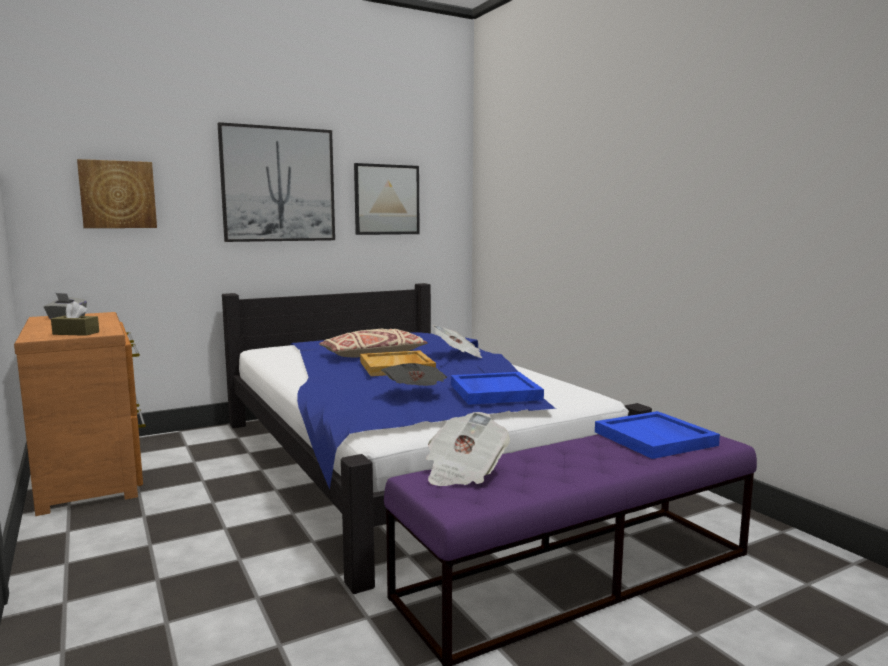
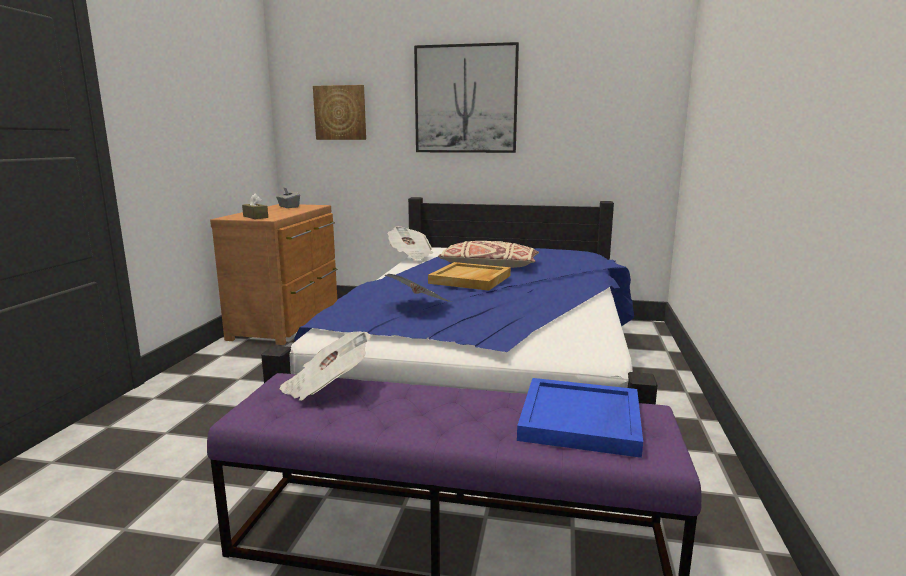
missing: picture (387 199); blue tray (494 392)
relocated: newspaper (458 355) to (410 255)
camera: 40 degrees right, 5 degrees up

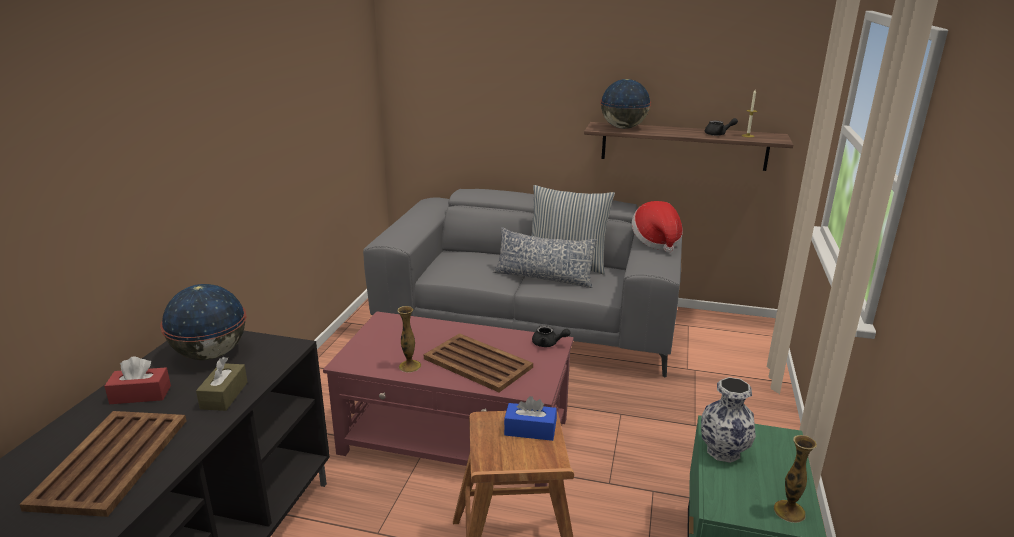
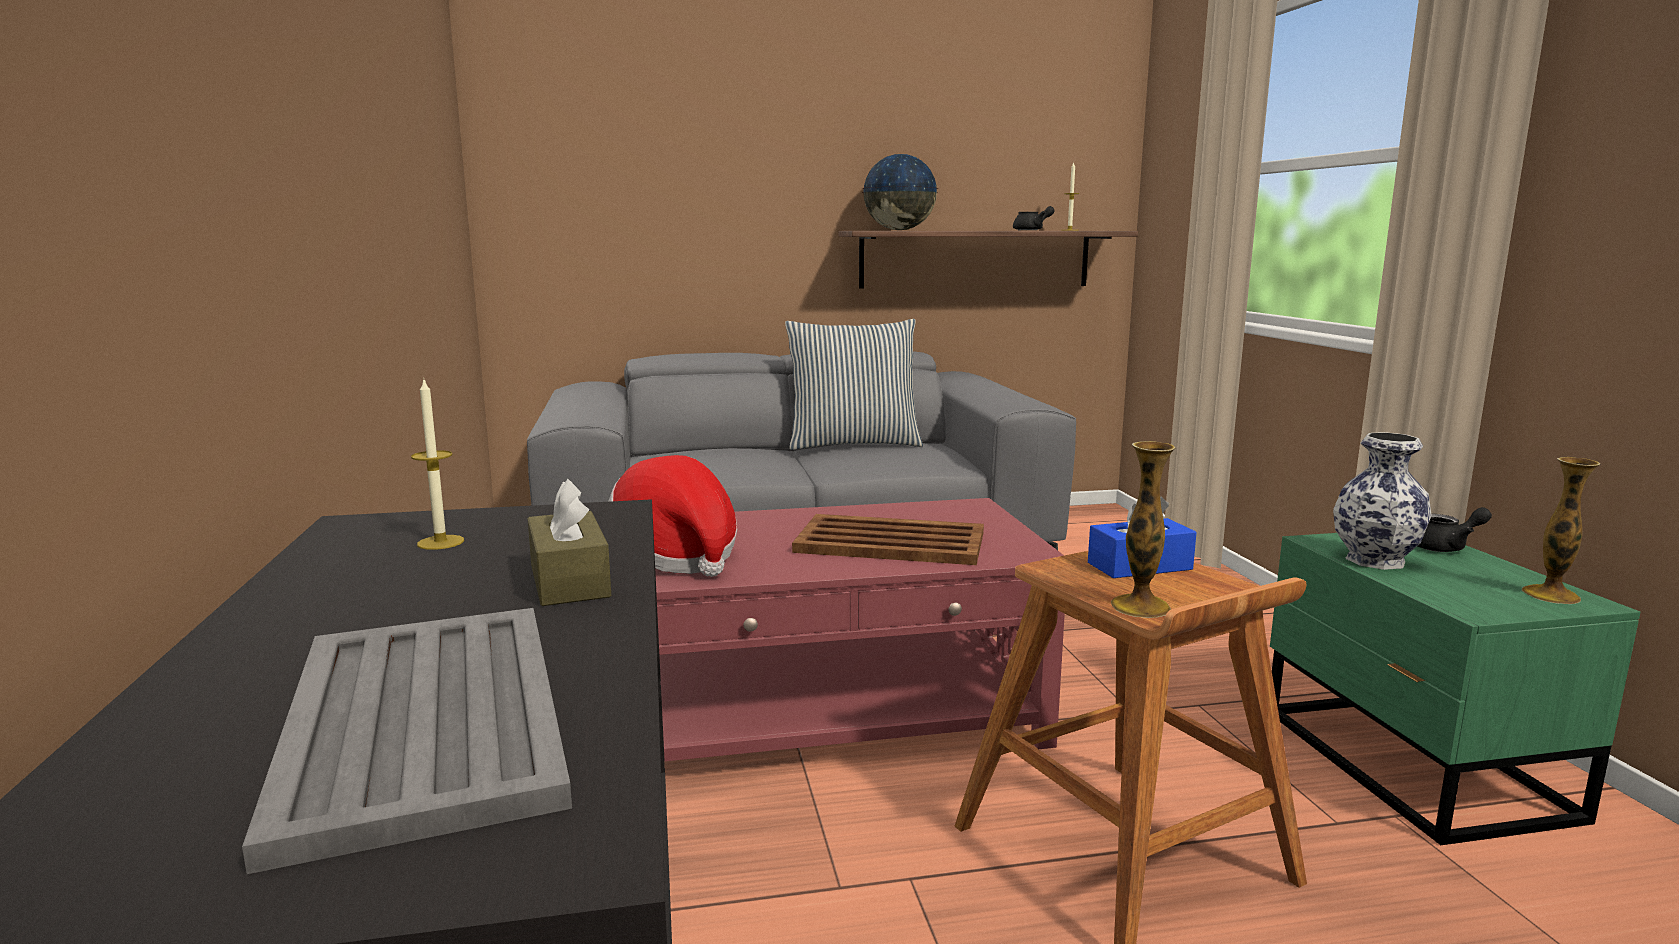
missing: red tissue box (140 394); pillow (543 277)
relocated: hat (656 241) to (676 557); vase (410 366) to (1140 606); black teapot (548 344) to (1445 547)
exchanged: globe (210 355) to candle (440 542)
colour: brown tray (110 463) to grey tray (423 722)
camera: 25 degrees left, 10 degrees down

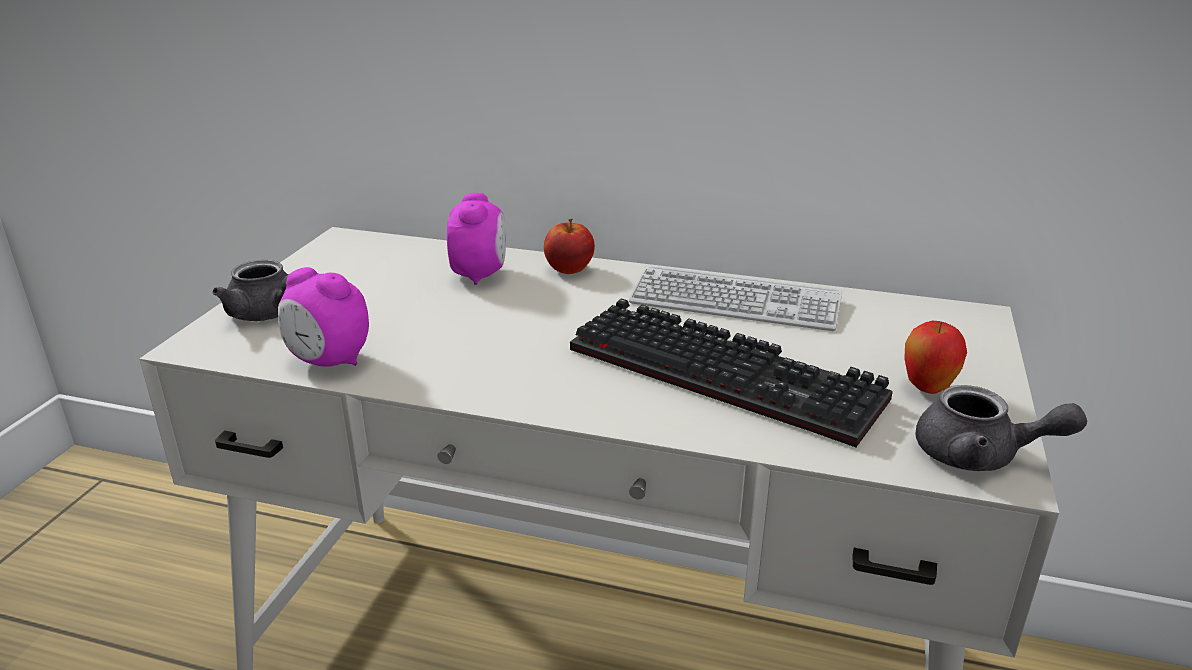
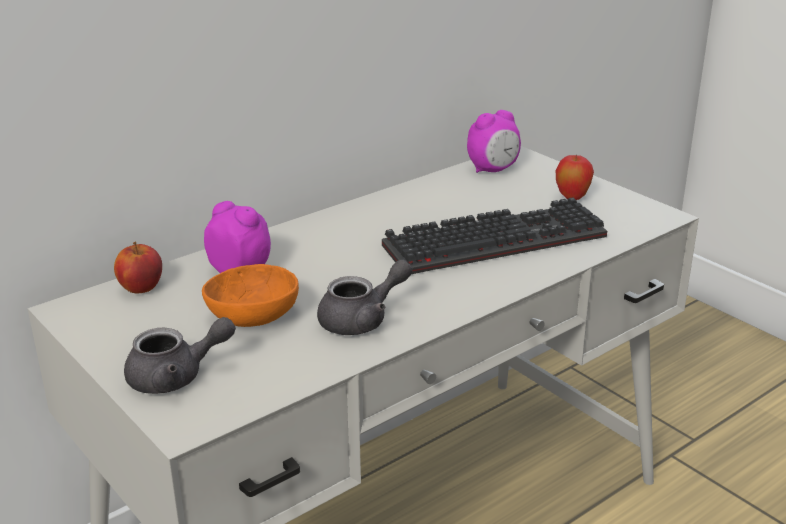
missing: keyboard (735 301)
appeared: orange bowl (251 317)
relocated: apple (569 269) to (141 288); grey teapot (980 456) to (362 320); alarm clock (329 361) to (493 170)
camera: 55 degrees left, 0 degrees up

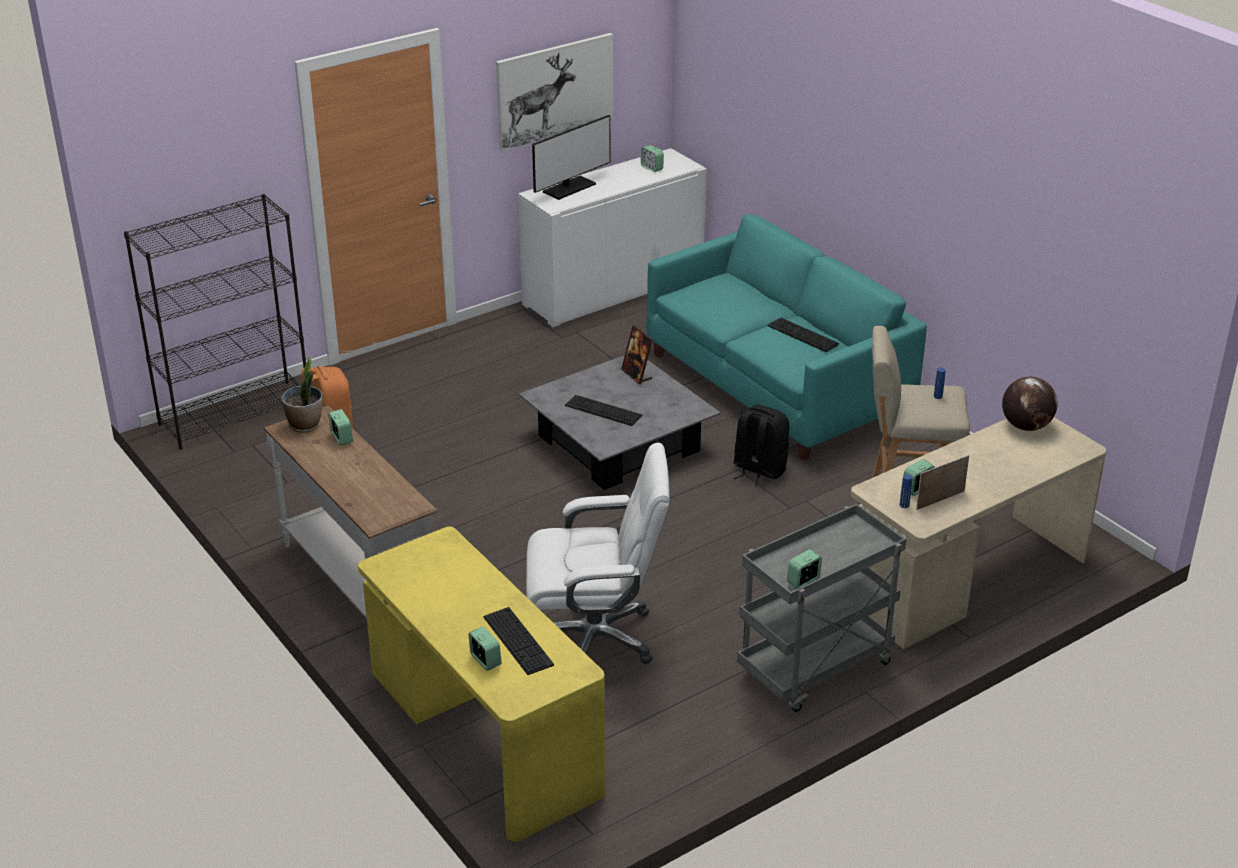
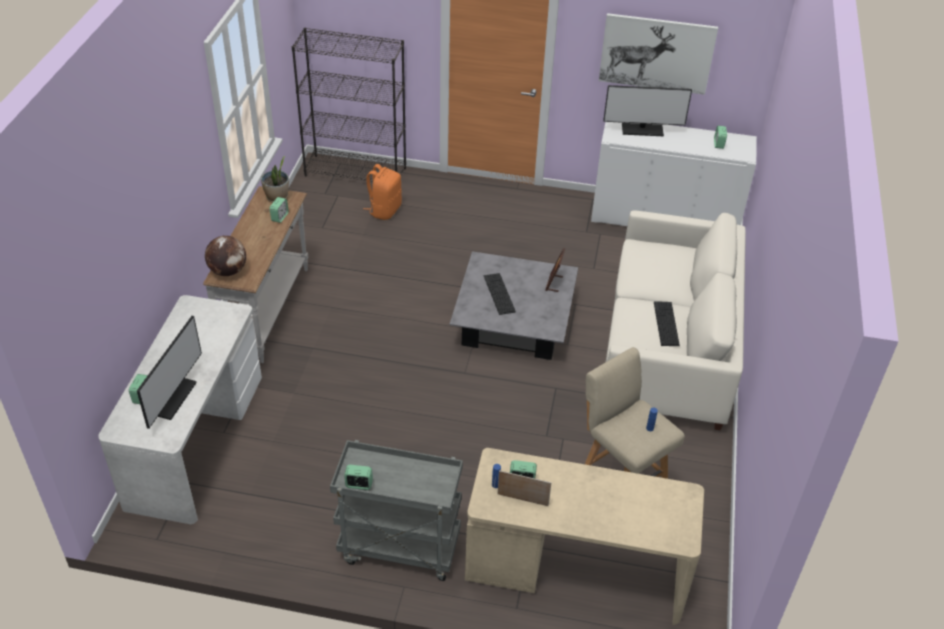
missing: white office chair (595 638); black backpack (758 470)
relocated: globe (1026 426) to (228 271)
exchanged: keyboard (518 641) to monitor (172 398)
colour: yellow desk (482 734) to white desk (195 440); turquoise sofa (778 385) to white sofa (668 349)
camera: 45 degrees right, 10 degrees up

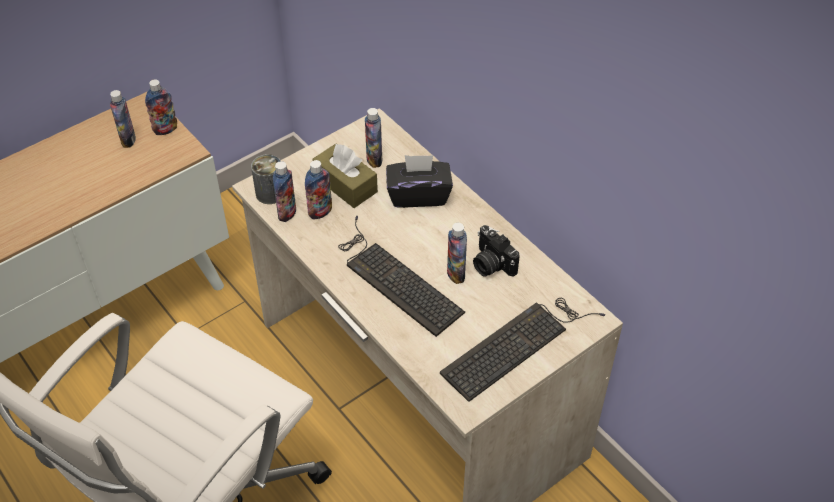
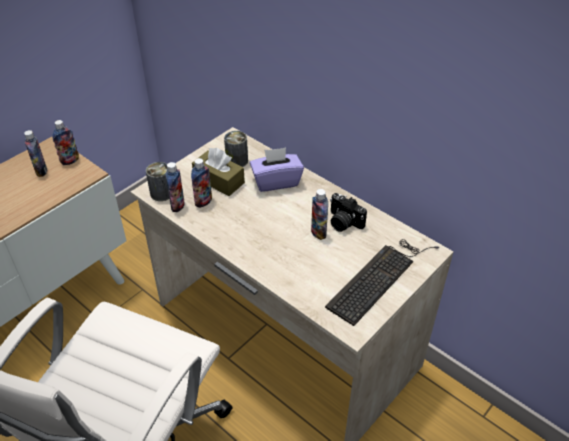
missing: keyboard (394 278)
exchanged: bottle (374 159) to can (237 161)
colour: black tissue box (418 195) to purple tissue box (276 181)
camera: 10 degrees left, 5 degrees down

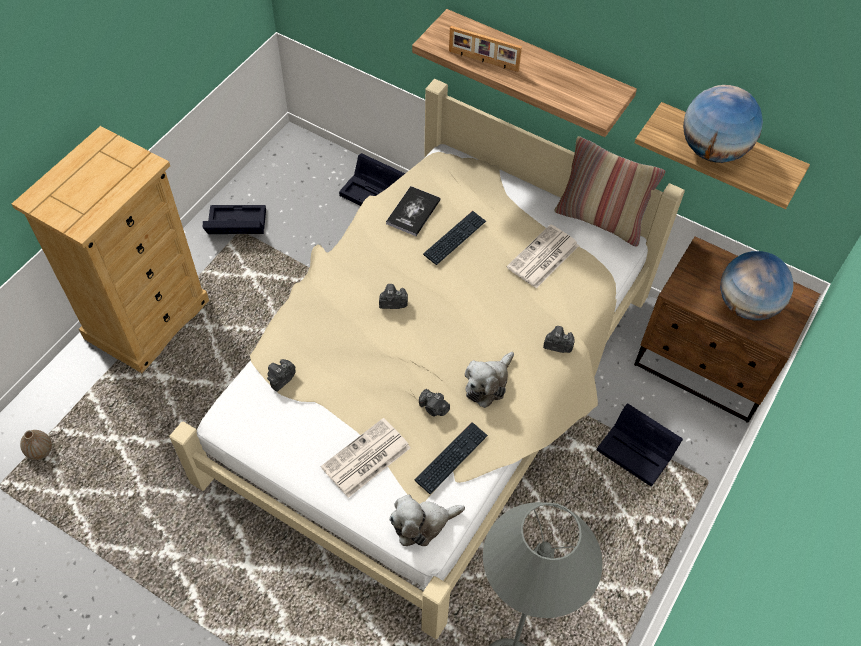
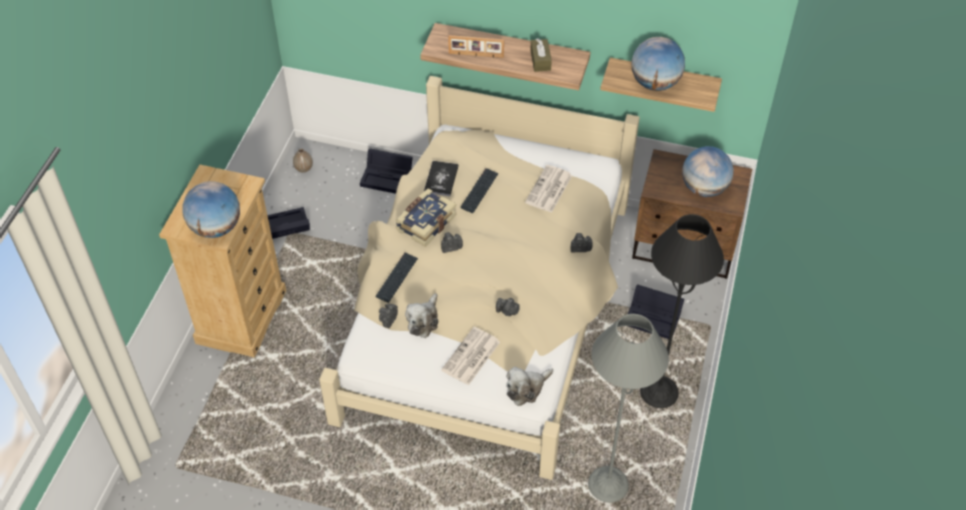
missing: pillow (600 220)
appeared: globe (216 228); book (425 223); brown tissue box (540 60); black floor lamp (659 392)
relocated: vase (40 451) to (304 168); keyboard (451 458) to (397 278); plush toy (488 383) to (423 320)
camera: 15 degrees left, 5 degrees down

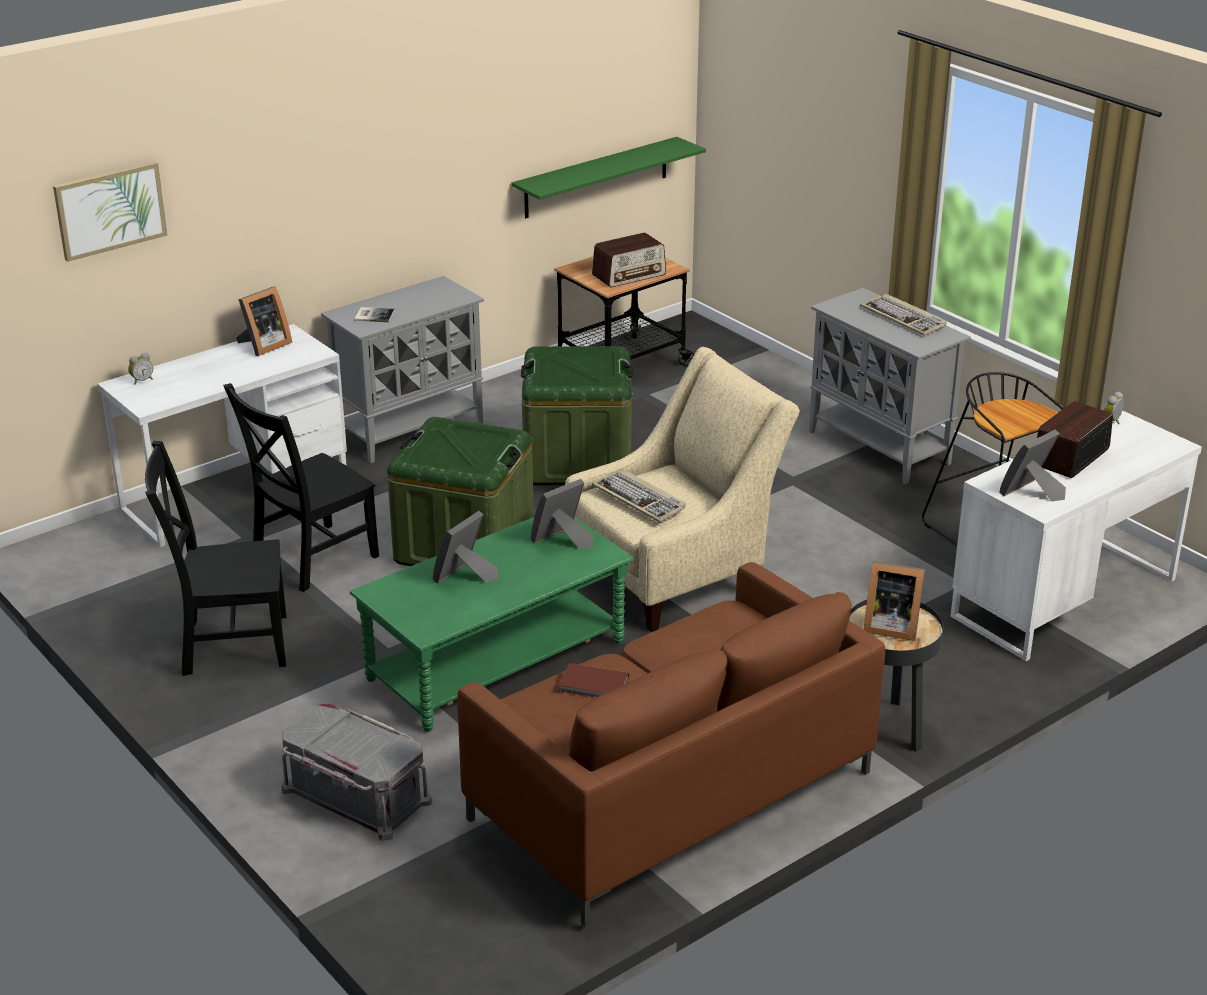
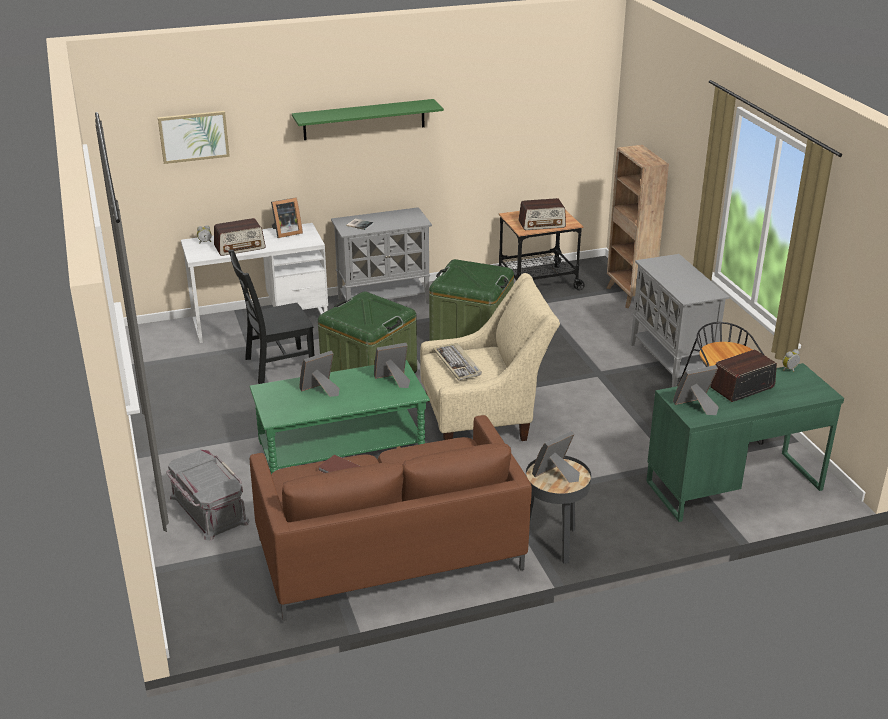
missing: black chair (229 644); keyboard (904 318)
appeared: radio (240 247); brown bookcase (629 296)
relocated: green shelf (596 178) to (364 119)
colour: white desk (1063 597) to green desk (733 485)
spun: picture frame (890 626) = (556 475) 105 degrees clockwise
camera: 20 degrees right, 0 degrees up

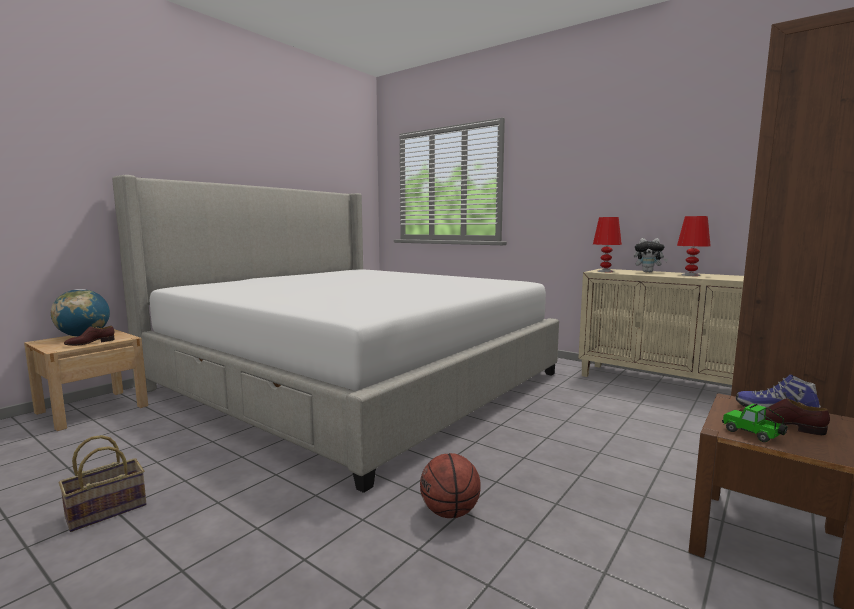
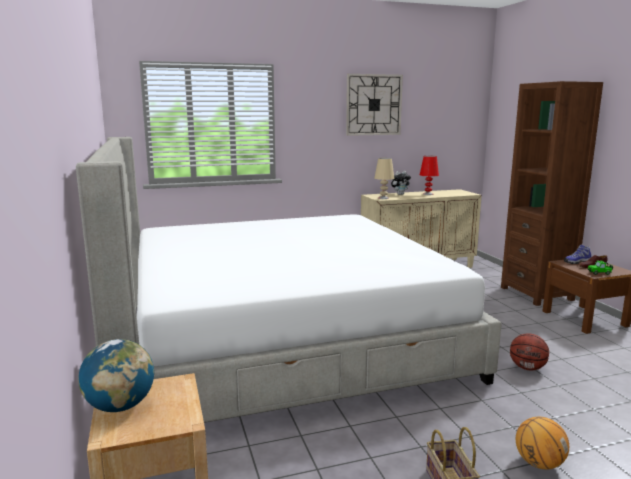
missing: brown shoe (90 343)
appeared: wall clock (373 105); basketball (539 463)
colour: red table lamp (605 271) to beige table lamp (383 198)
camera: 55 degrees left, 5 degrees up

